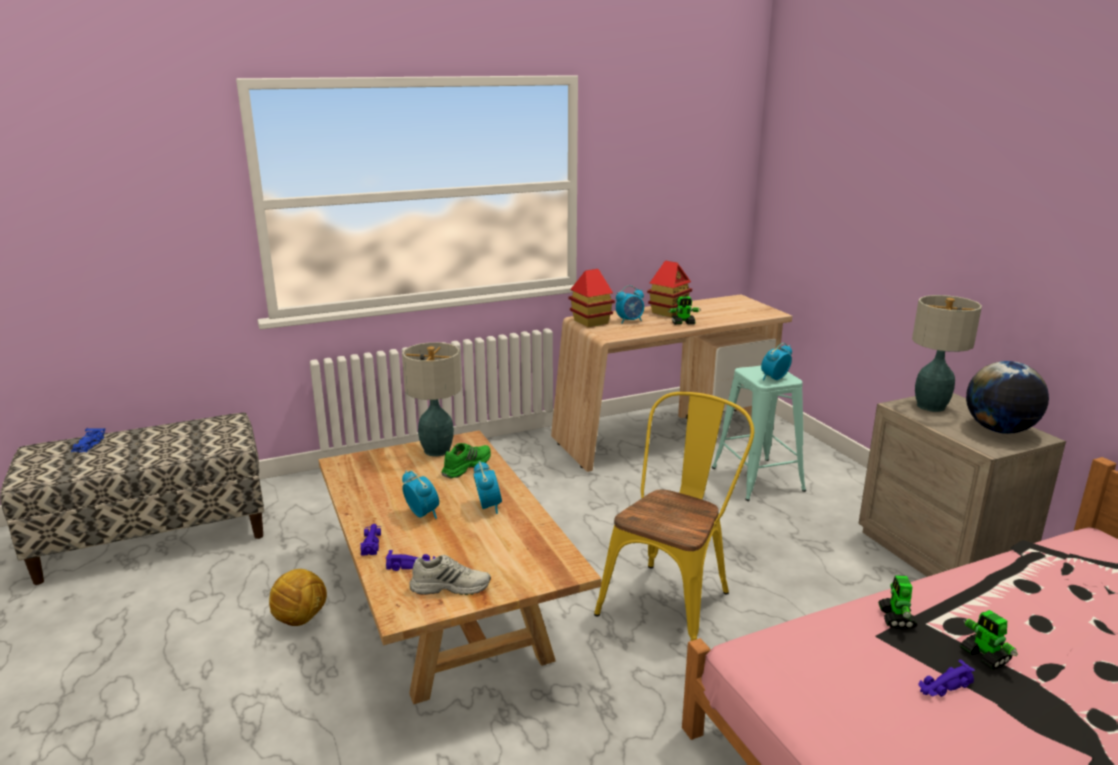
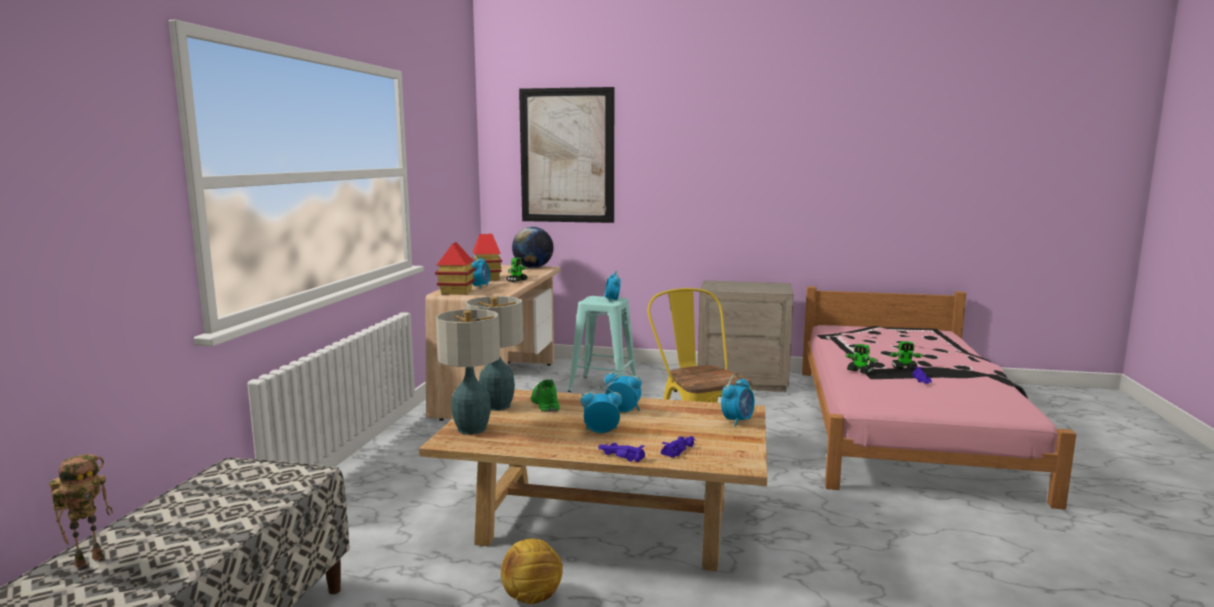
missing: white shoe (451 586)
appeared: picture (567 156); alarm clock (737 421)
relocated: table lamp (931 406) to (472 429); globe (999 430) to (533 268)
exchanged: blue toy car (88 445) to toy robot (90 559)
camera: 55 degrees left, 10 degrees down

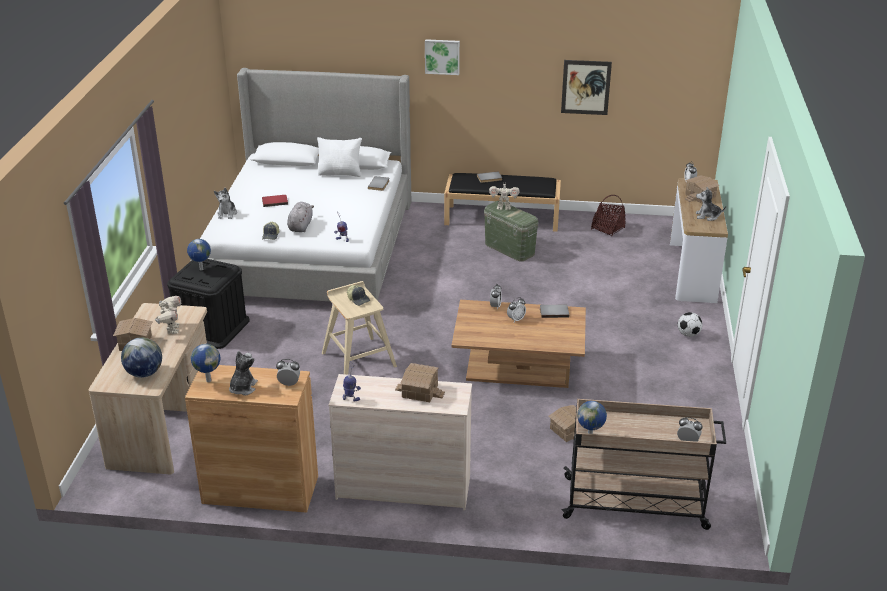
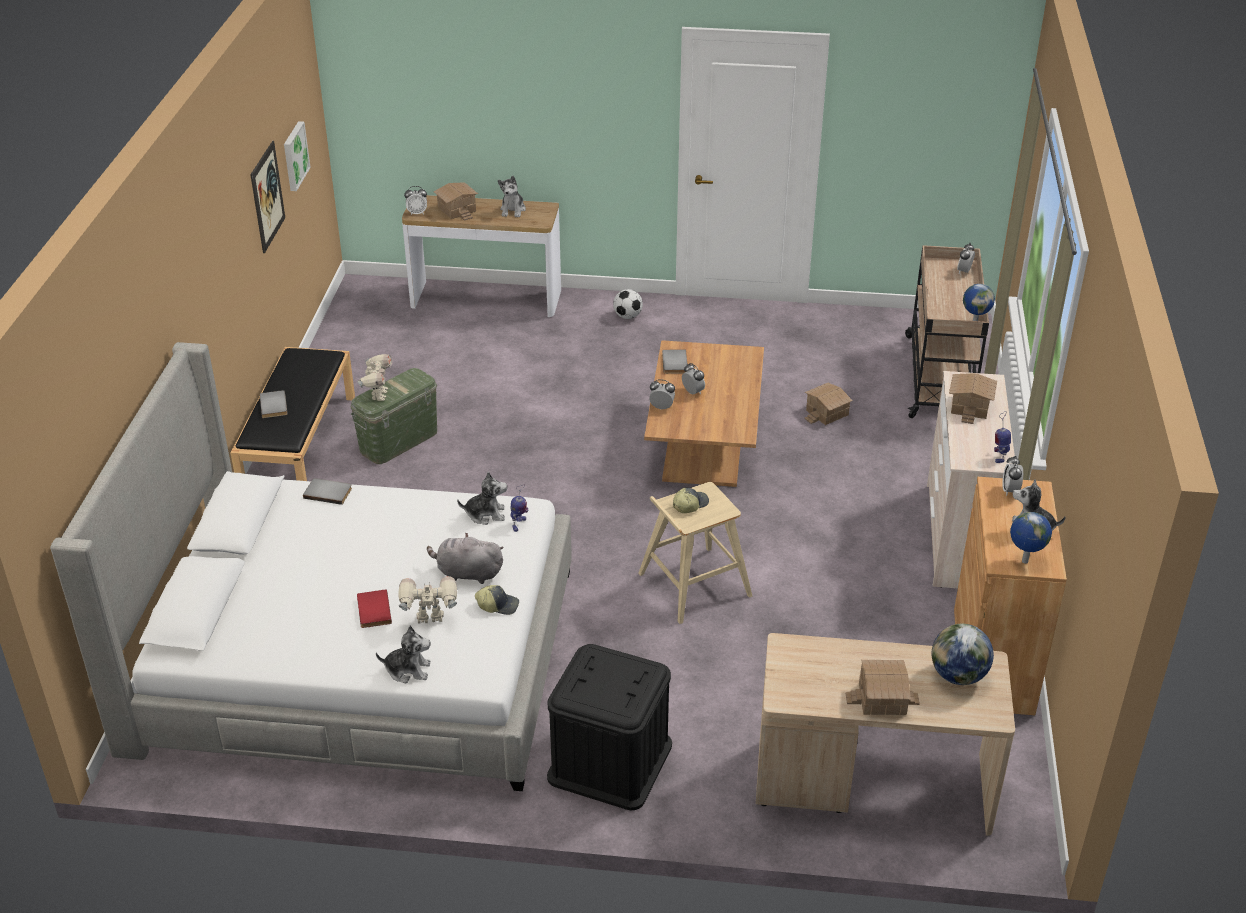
missing: globe (201 269); white pillow (340 173); basket (608 228)
appeared: plush toy (485 514)
relocated: picture (442 56) to (294 156); toy robot (171 329) to (430 620)
camera: 90 degrees left, 5 degrees up

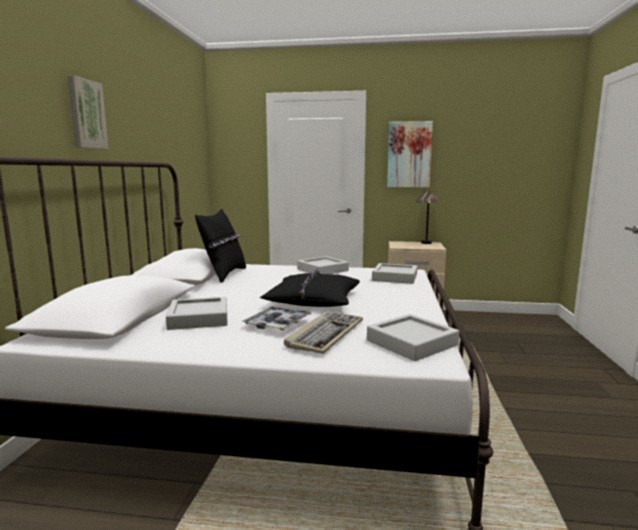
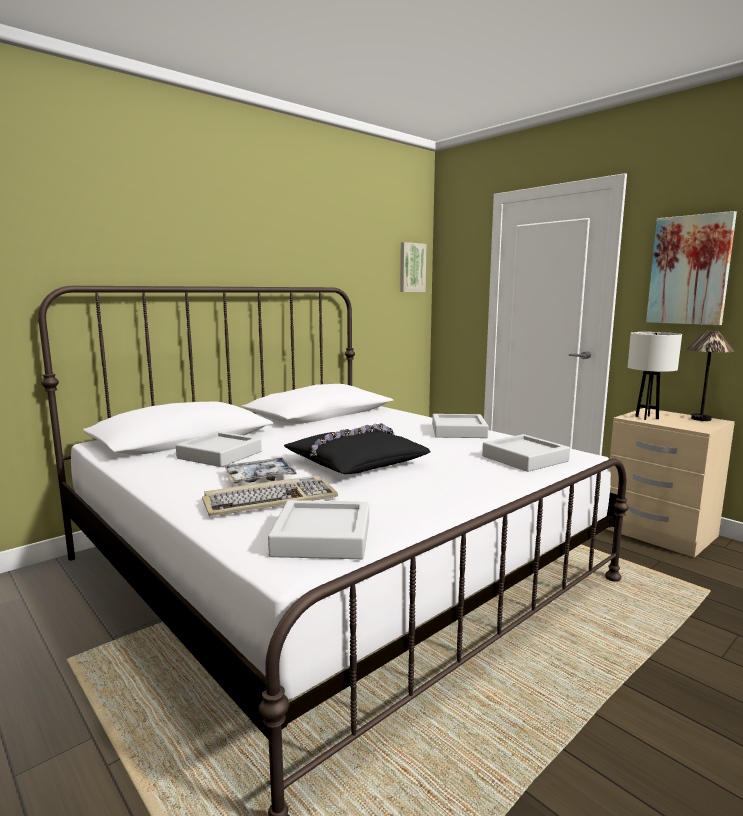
missing: black pillow (224 274)
appeared: white table lamp (647 417)
relocated: picture (86 114) to (411 267)
camera: 40 degrees right, 0 degrees up

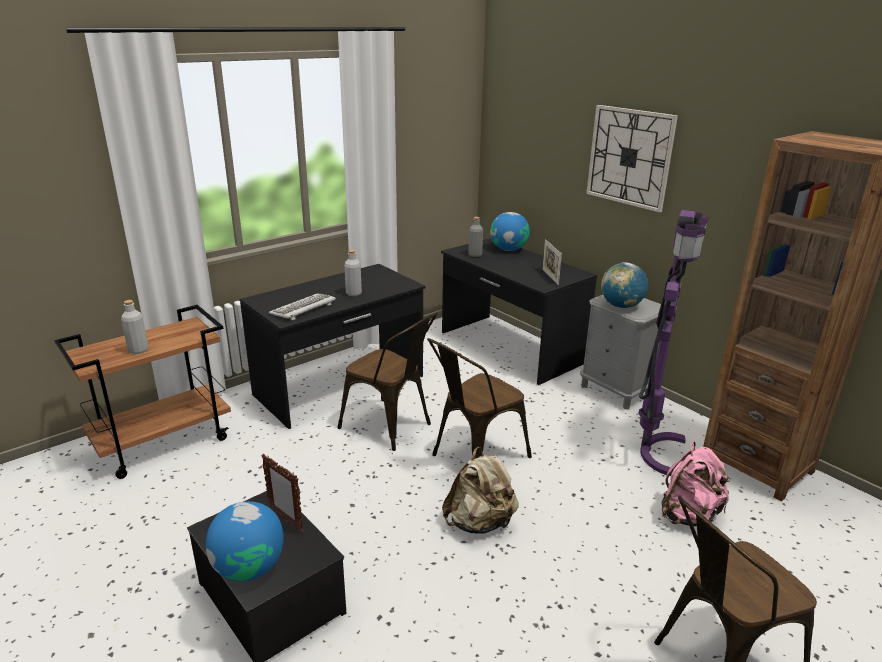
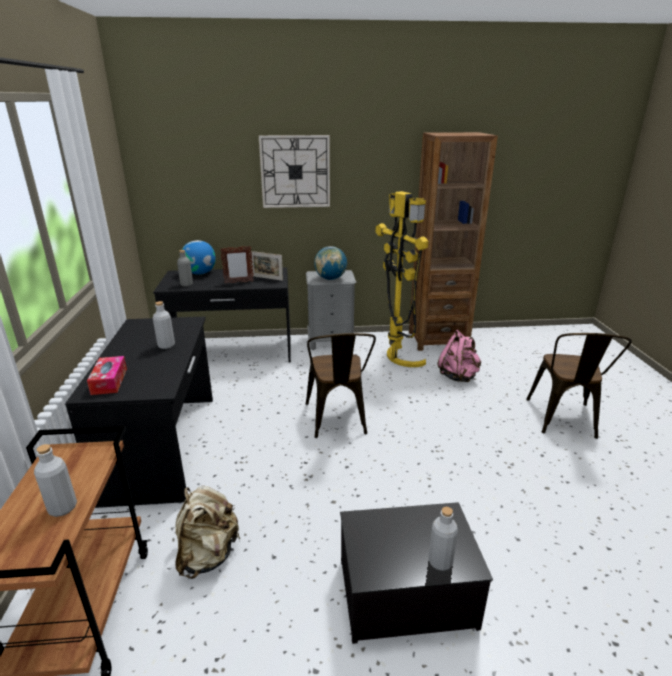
missing: keyboard (303 308); brown chair (391 427)
appeared: tissue box (109 381)
relocated: beige backpack (479 523) to (208 555); picture frame (286 520) to (238 282)
exchanged: globe (249 568) to grey bottle (440 561)
colour: purple floor lamp (649 450) to yellow floor lamp (396 360)
camera: 55 degrees left, 0 degrees up

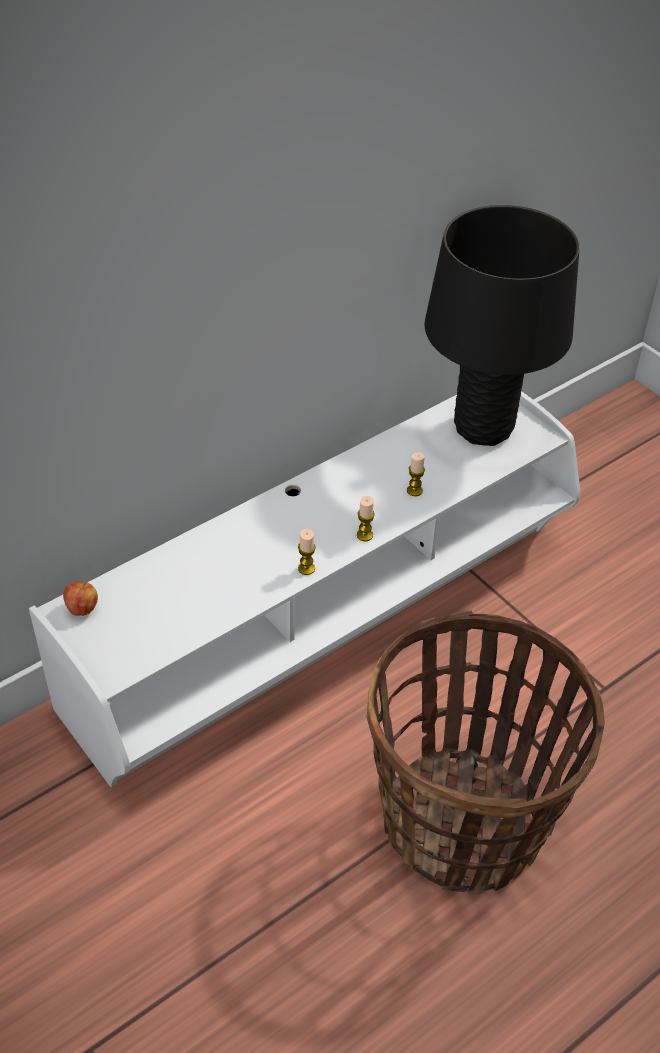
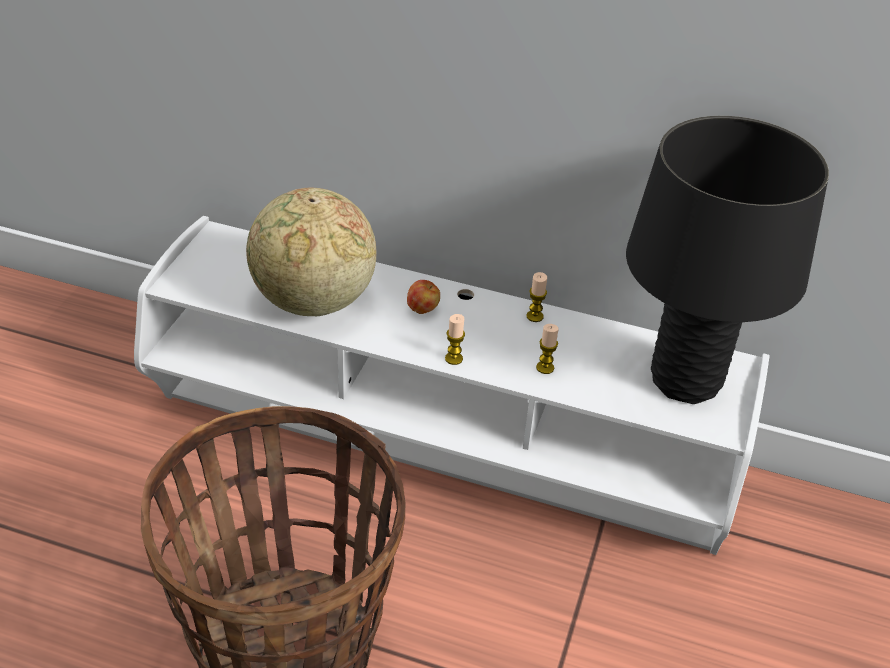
appeared: globe (312 302)
relocated: apple (82 609) to (423 309); candle (306 568) to (534 316)
camera: 55 degrees right, 5 degrees down

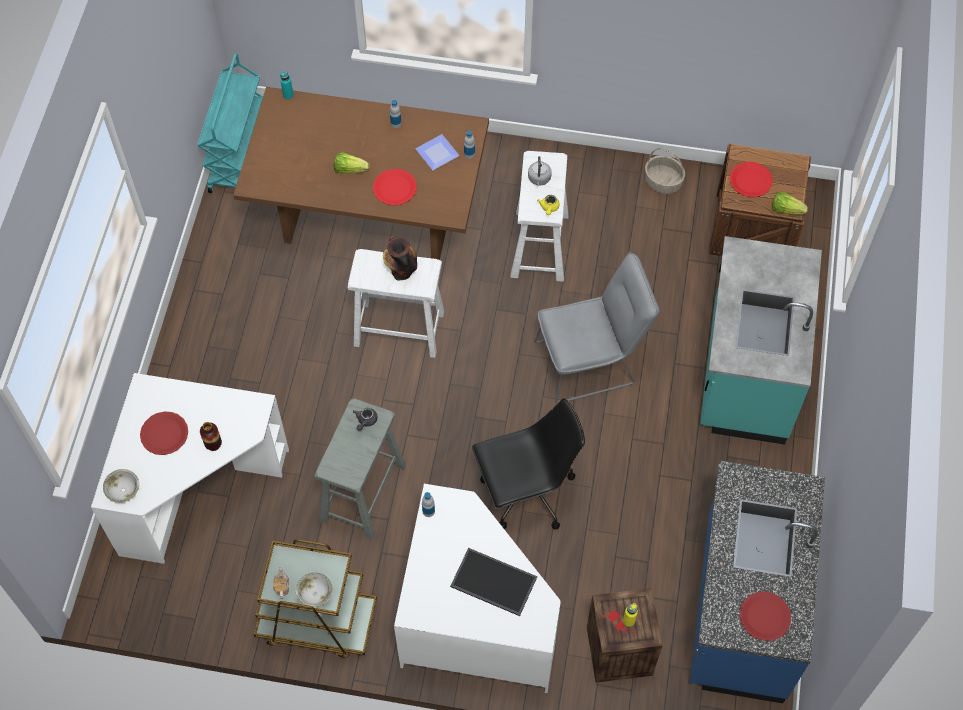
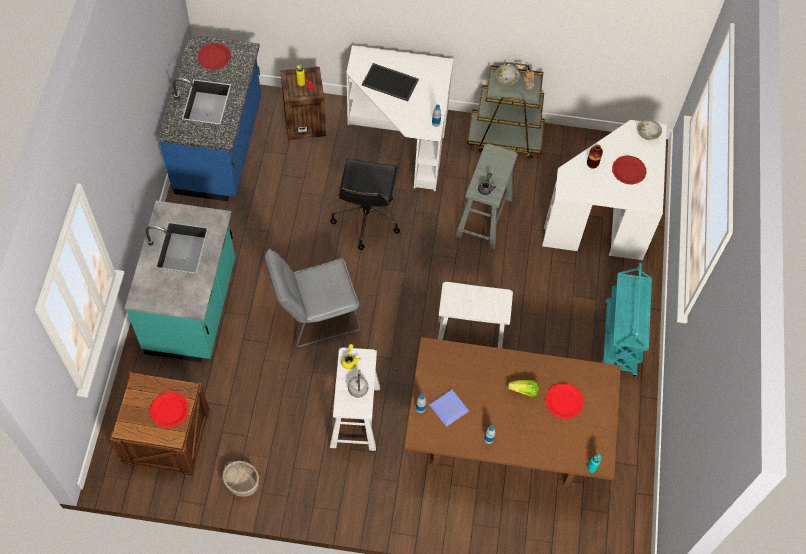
missing: vase (401 271); lettuce (786 209)
relocated: red plate (394 188) to (564 401); turquoise cart (238 156) to (620 339)
spun: black office chair (526 493) = (366 218) 60 degrees counterclockwise
camera: 175 degrees right, 0 degrees up

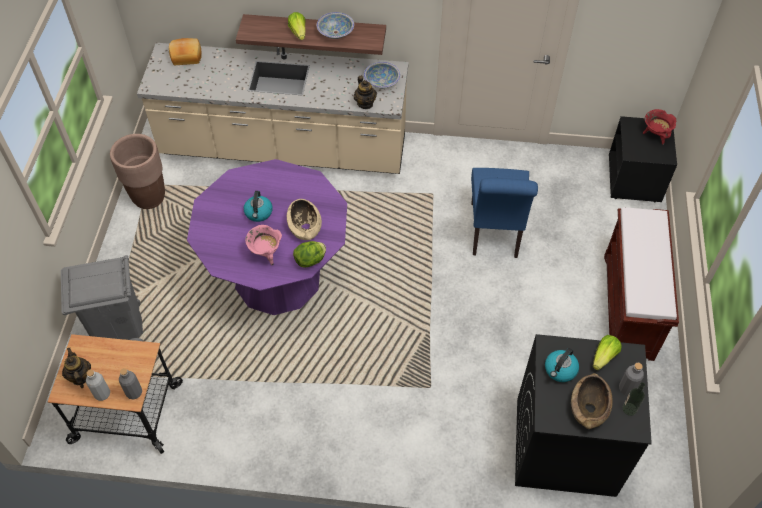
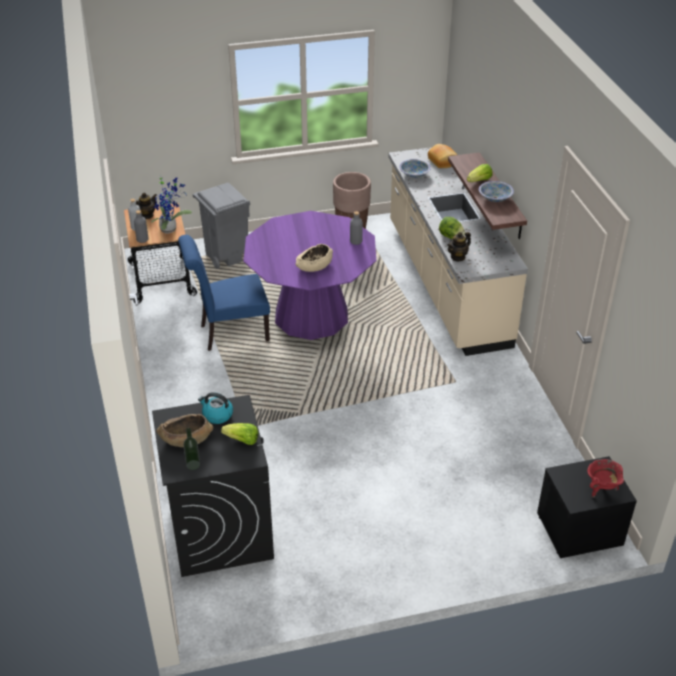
missing: kettle (258 213); pink cooking pot (266 253); brown bench (629 307)
appeared: potted plant (170 229)
relocated: blue chair (495 233) to (229 333); grey bottle (627 388) to (356 242); bowl (382 81) to (414 174); lettuce (310 260) to (451 237)
camera: 70 degrees right, 15 degrees down

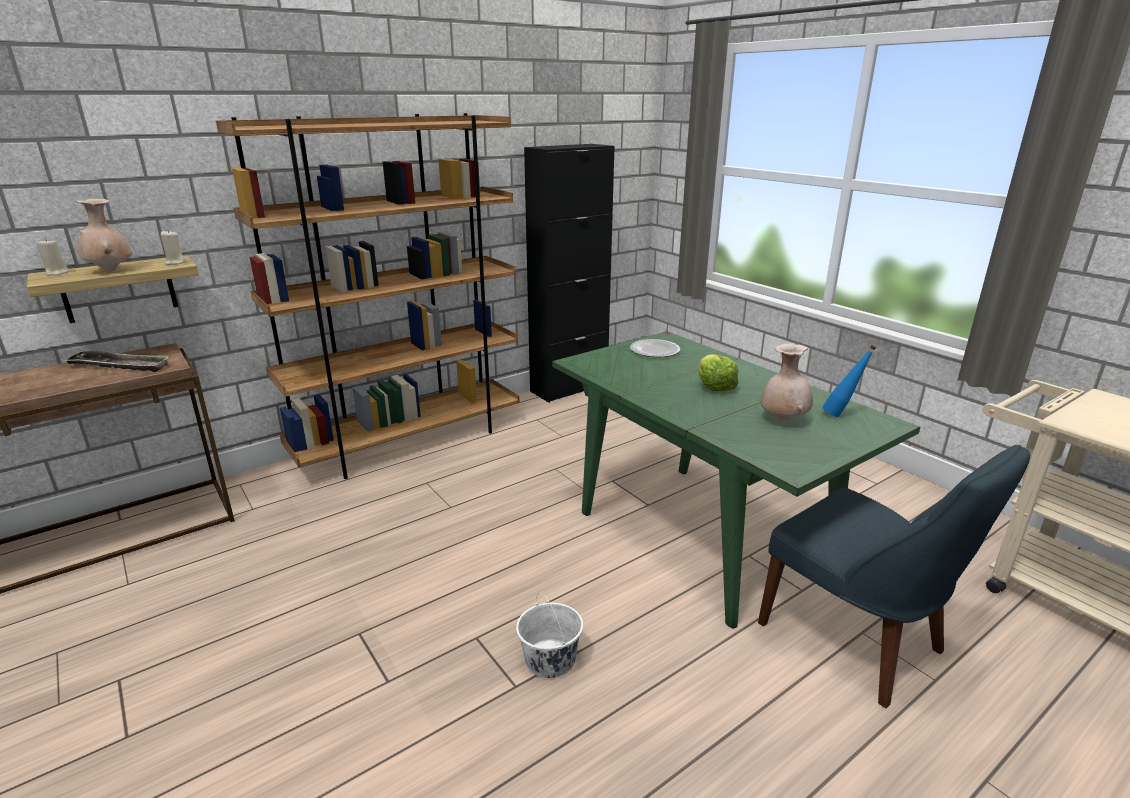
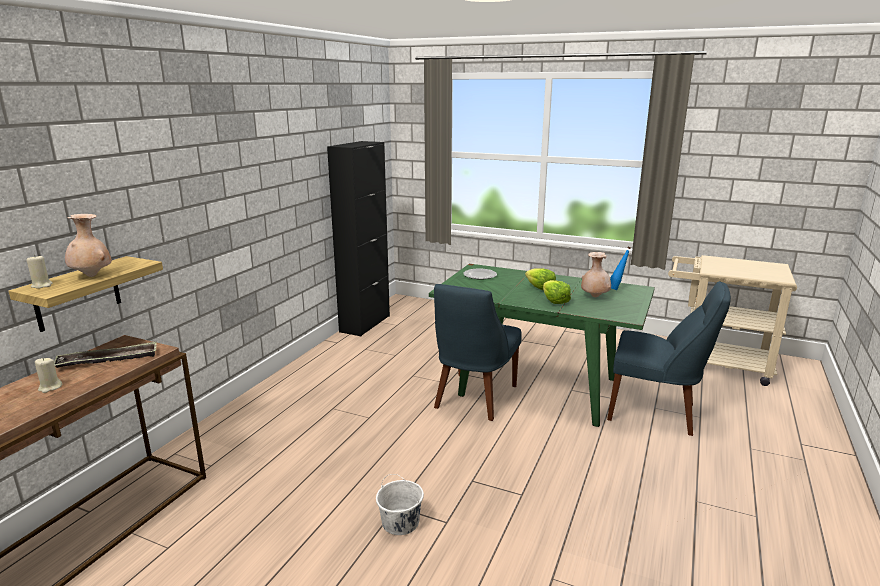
missing: brown bookcase (410 441)
appeared: blue chair (473 398); lettuce (554 301)
relocated: beige candle (175 263) to (50 387); white bucket (550 659) to (400 522)
camera: 30 degrees left, 5 degrees down

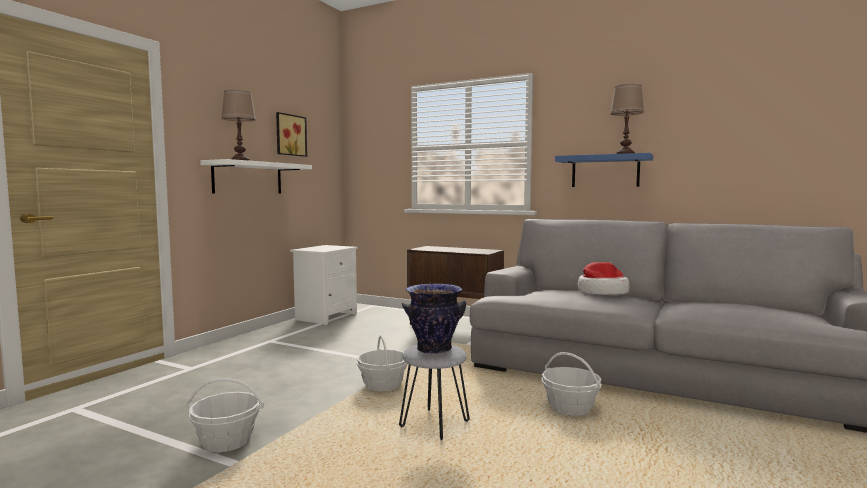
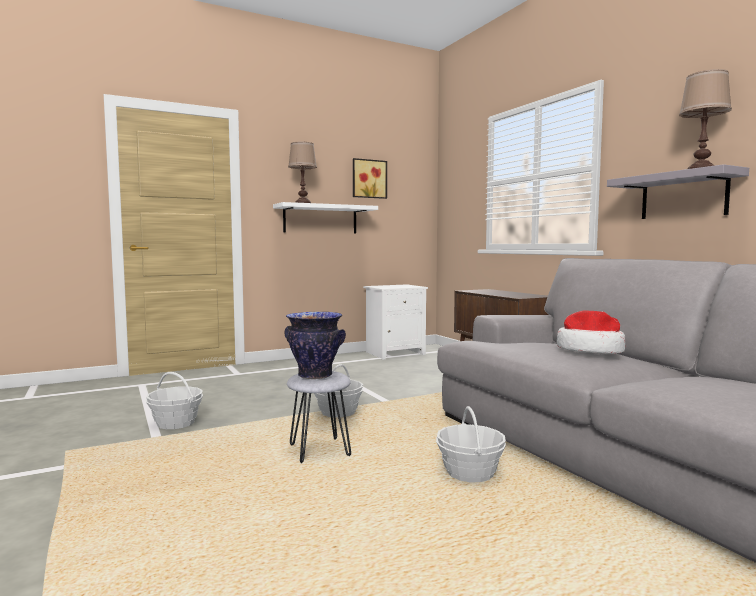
colour: blue shelf (605 171) to grey shelf (683 196)
camera: 35 degrees right, 0 degrees up

